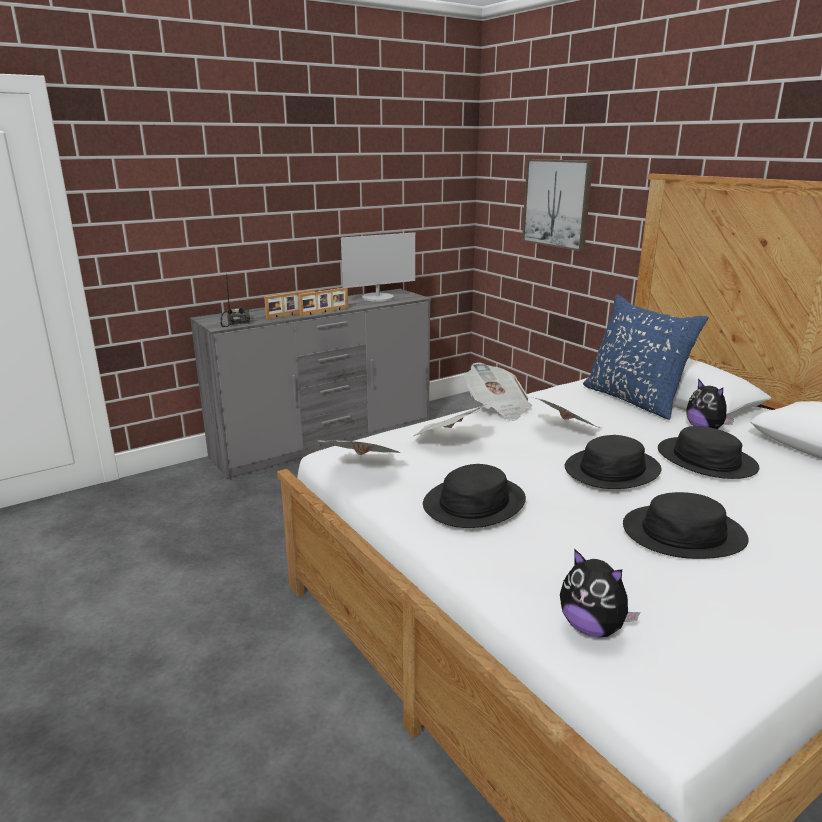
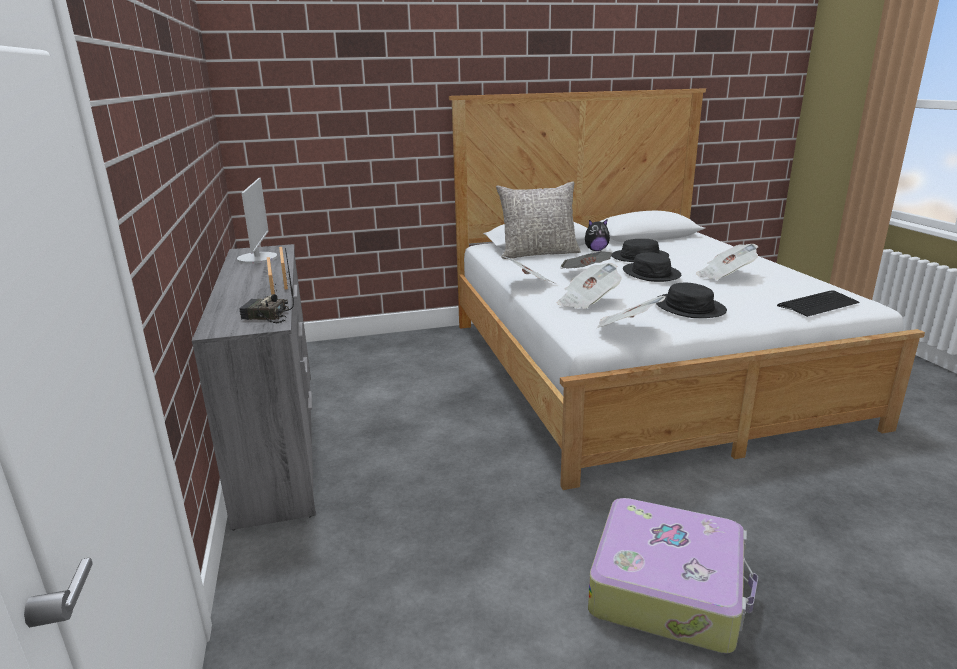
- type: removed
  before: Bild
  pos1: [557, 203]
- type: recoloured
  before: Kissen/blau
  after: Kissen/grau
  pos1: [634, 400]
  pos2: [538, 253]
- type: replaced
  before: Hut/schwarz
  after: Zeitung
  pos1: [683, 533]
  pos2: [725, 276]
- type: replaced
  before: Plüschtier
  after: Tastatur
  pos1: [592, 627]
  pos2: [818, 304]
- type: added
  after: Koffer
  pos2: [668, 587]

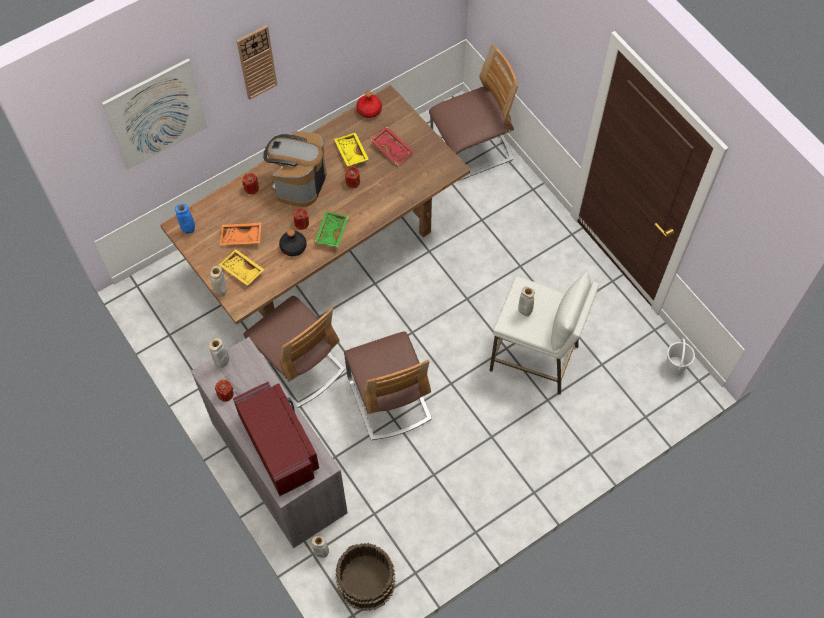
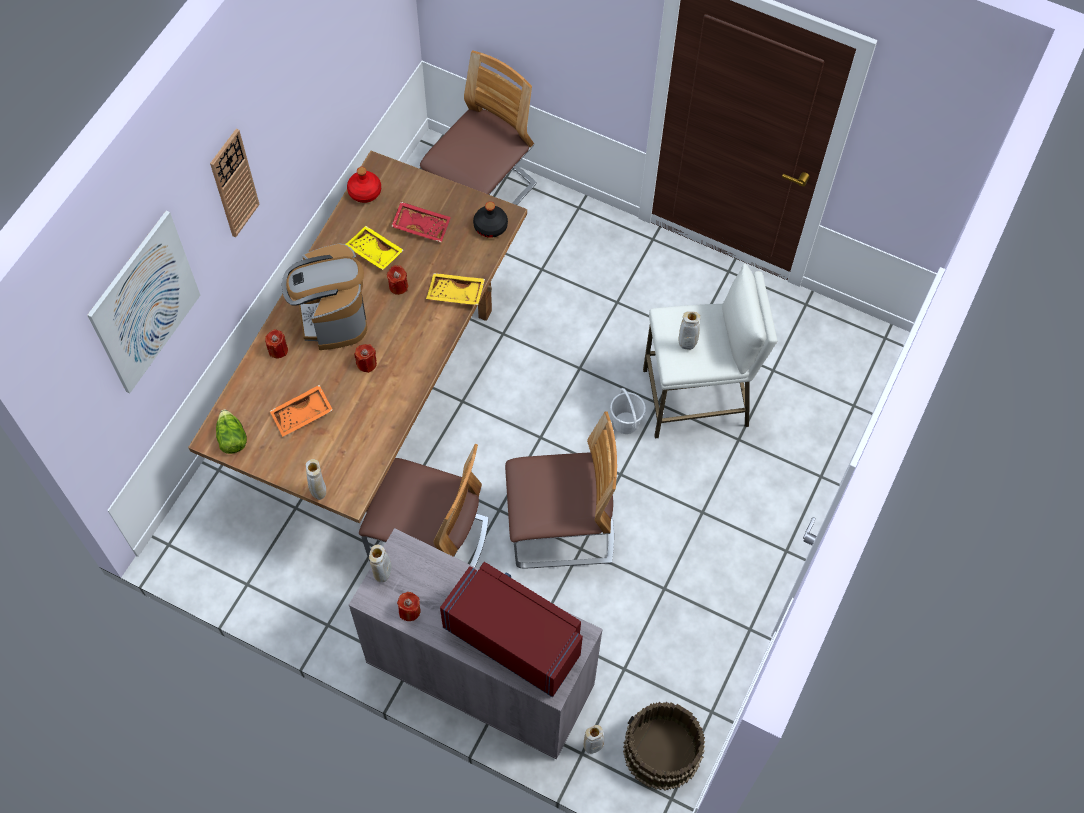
- type: replaced
  before: Vase/blau
  after: Salatkopf
  pos1: [189, 231]
  pos2: [231, 438]
- type: removed
  before: Tablett/grün
  pos1: [331, 232]
- type: moved
  before: Flasche/schwarz
  pos1: [293, 247]
  pos2: [490, 226]
- type: moved
  before: Tablett/gelb
  pos1: [241, 271]
  pos2: [455, 294]
- type: turned
  before: Stuhl
  pos1: [389, 398]
  pos2: [560, 527]
  turn: -45
- type: moved
  before: Eimer/weiß
  pos1: [675, 365]
  pos2: [626, 423]

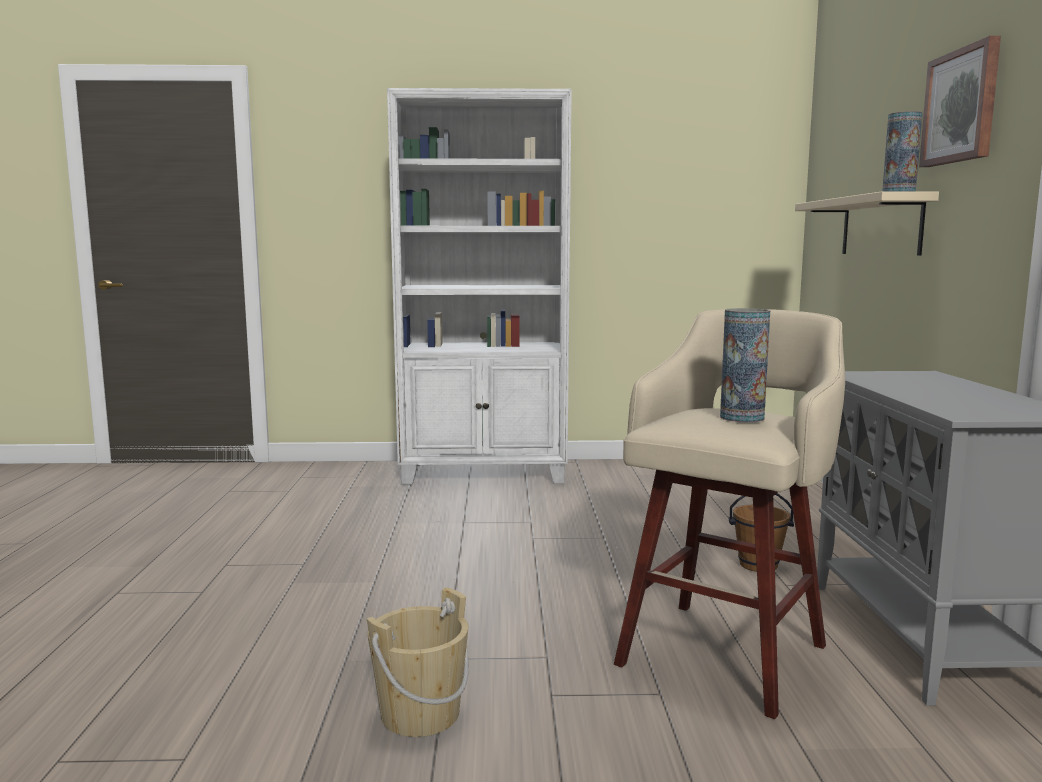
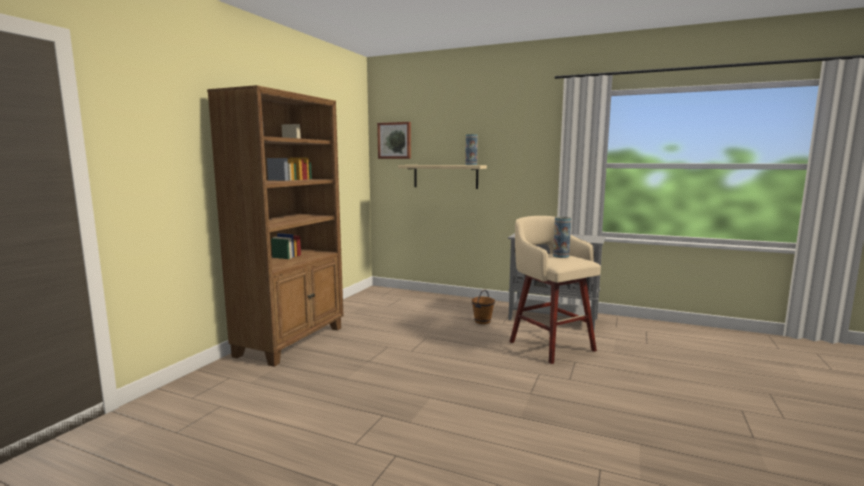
- type: moved
  before: Bild
  pos1: [962, 106]
  pos2: [394, 140]
- type: recoloured
  before: Bücherregal/weiß
  after: Bücherregal/braun
  pos1: [485, 473]
  pos2: [292, 341]
- type: removed
  before: Eimer/beige
  pos1: [420, 714]

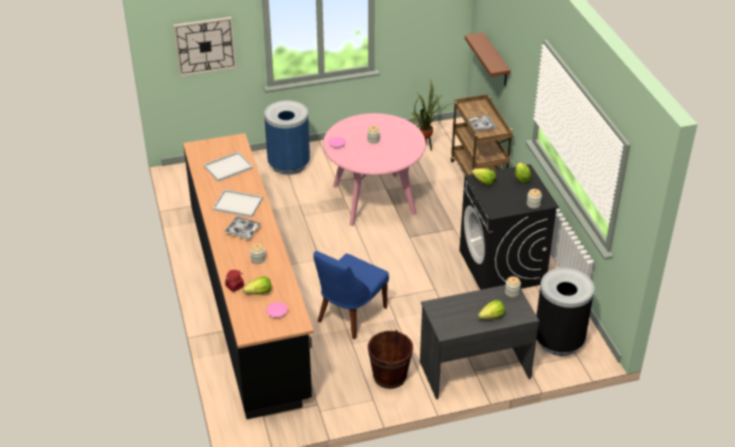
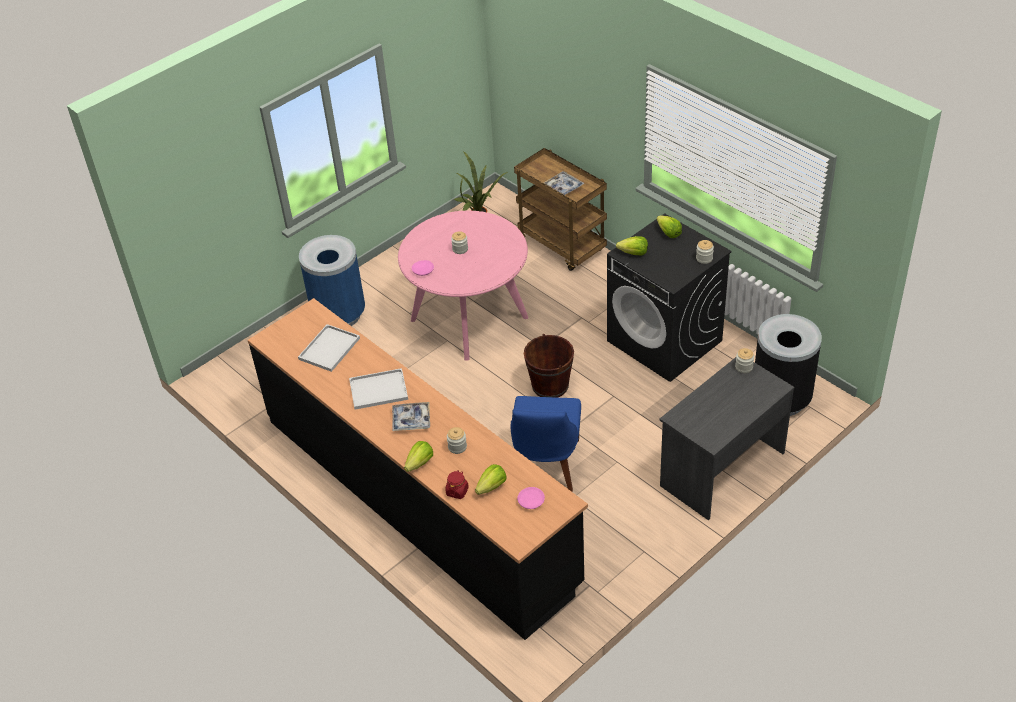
- type: removed
  before: Wanduhr
  pos1: [205, 46]
- type: removed
  before: Wandregal/braun
  pos1: [496, 60]
- type: moved
  before: Salatkopf
  pos1: [492, 317]
  pos2: [420, 463]
- type: moved
  before: Eimer/braun
  pos1: [389, 376]
  pos2: [550, 386]

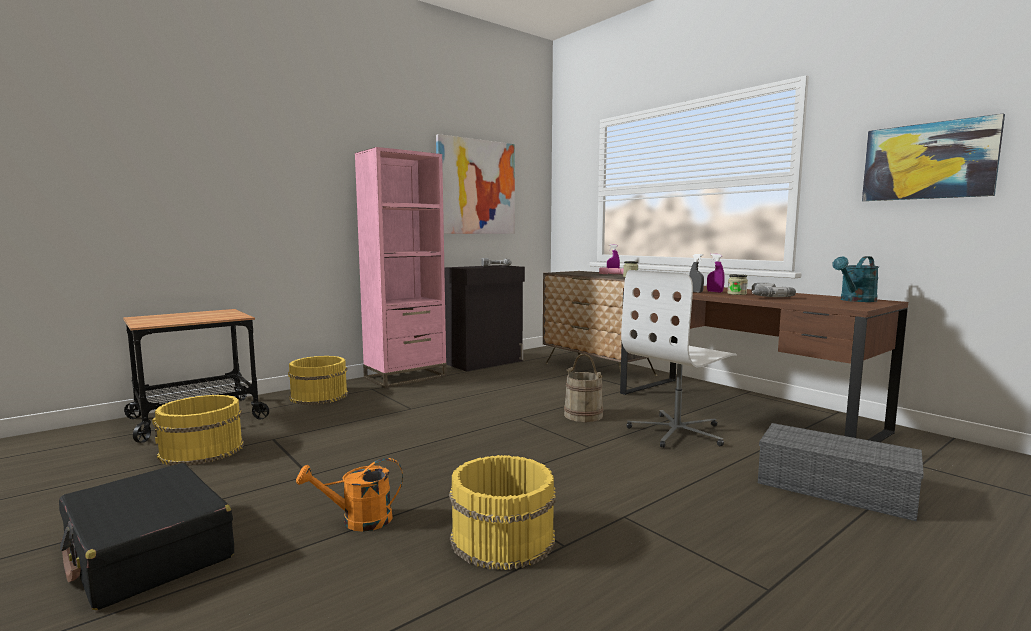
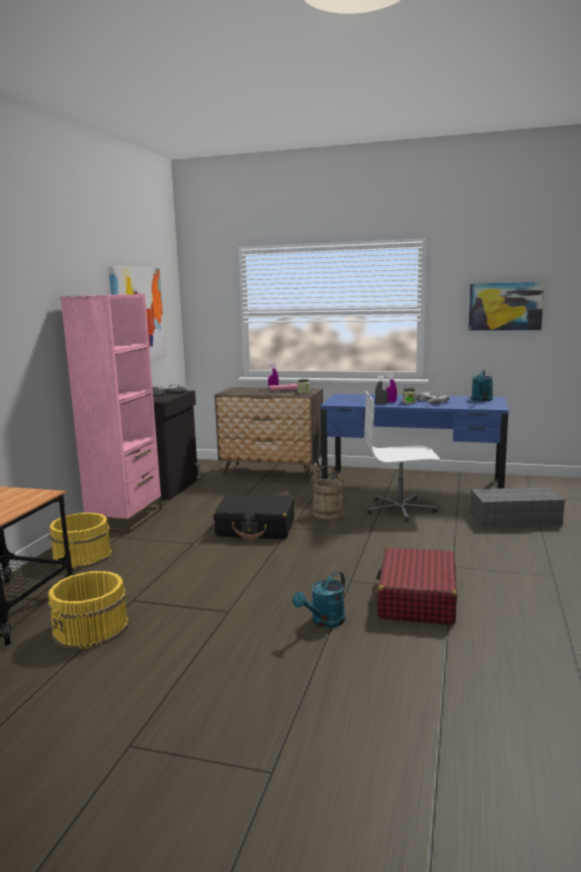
- type: turned
  before: Bürostuhl/weiß
  pos1: [677, 432]
  pos2: [400, 509]
  turn: 75
- type: recoloured
  before: Schreibtisch/braun
  after: Schreibtisch/blau
  pos1: [741, 411]
  pos2: [412, 485]
- type: replaced
  before: Eimer/gelb
  after: Koffer/rot
  pos1: [501, 538]
  pos2: [417, 599]
- type: recoloured
  before: Gießkanne/orange
  after: Gießkanne/türkis
  pos1: [358, 521]
  pos2: [324, 622]
- type: moved
  before: Koffer/schwarz
  pos1: [148, 552]
  pos2: [256, 528]

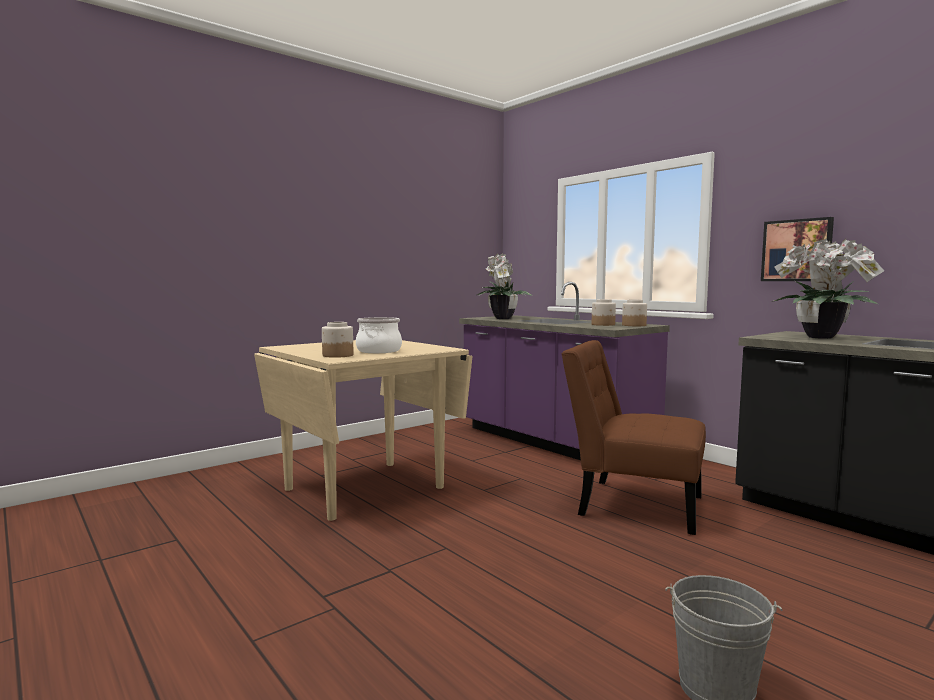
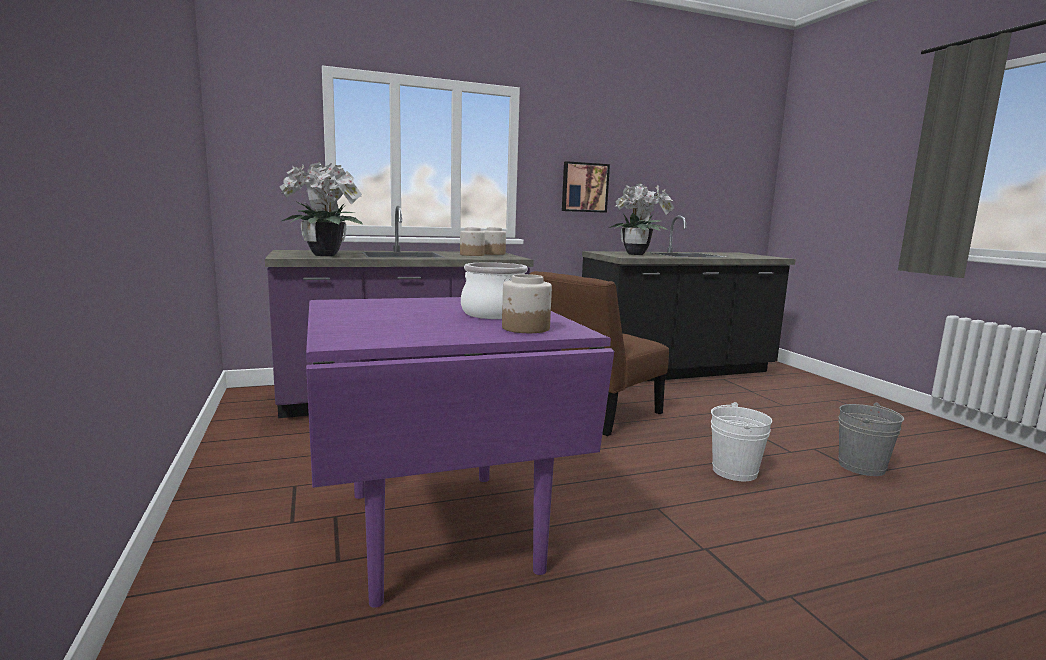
- type: recoloured
  before: Esstisch/beige
  after: Esstisch/lila
  pos1: [365, 488]
  pos2: [442, 529]
- type: added
  after: Eimer/weiß
  pos2: [734, 471]

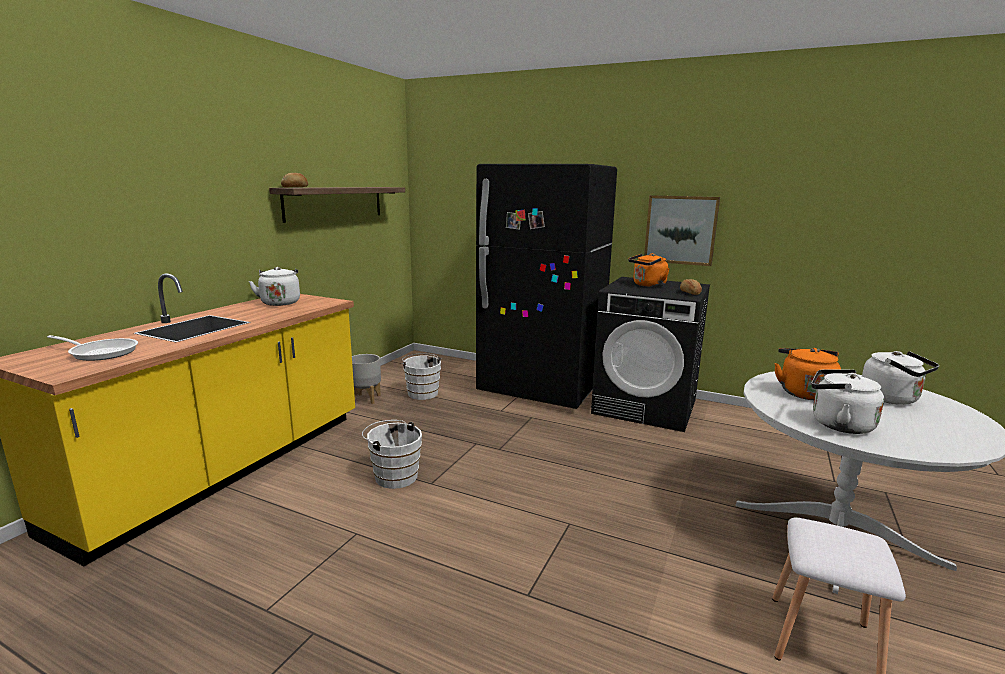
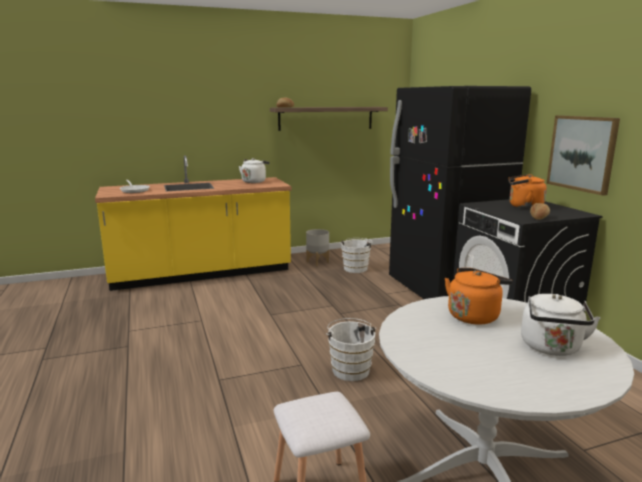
- type: removed
  before: Wasserkessel/weiß
  pos1: [837, 424]
- type: moved
  before: Eimer/weiß
  pos1: [394, 476]
  pos2: [350, 369]

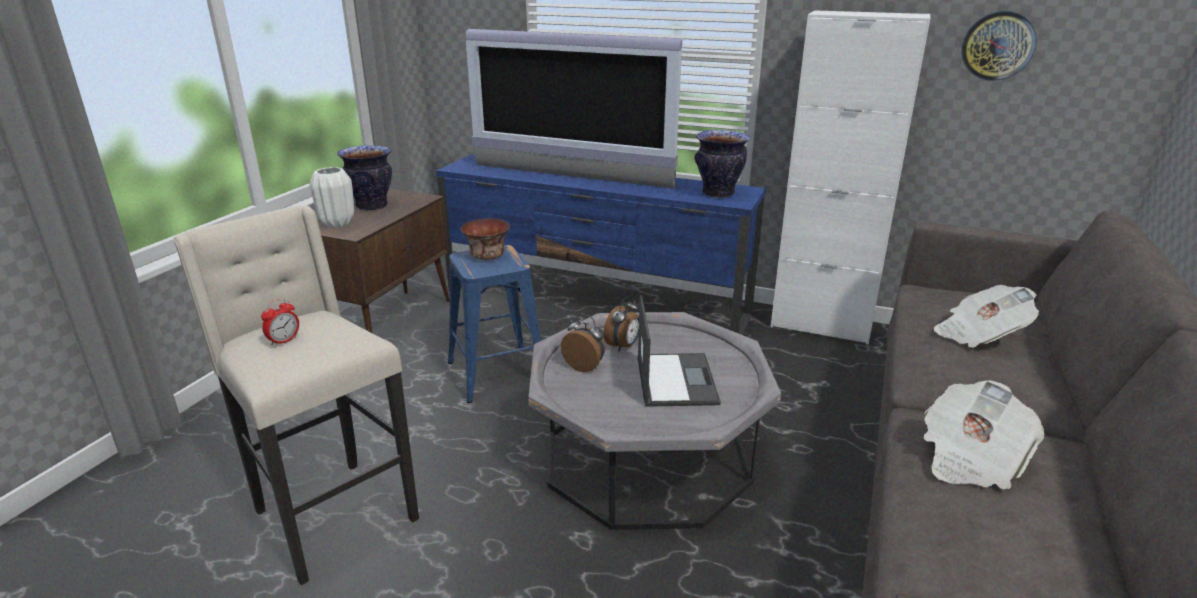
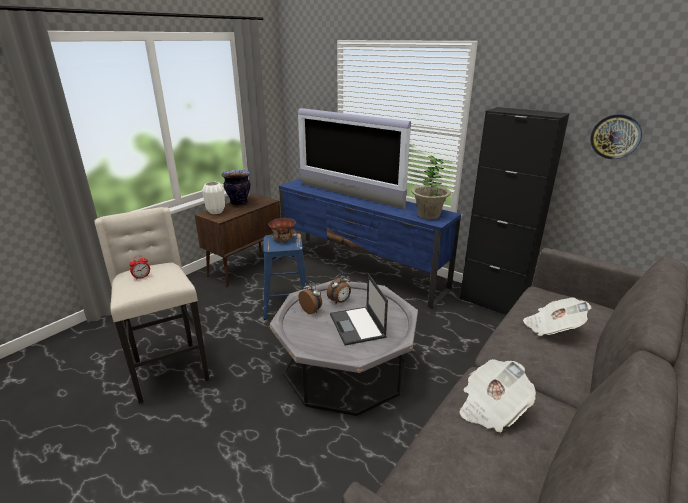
- type: recoloured
  before: Schrank/weiß
  after: Schrank/schwarz
  pos1: [820, 326]
  pos2: [492, 303]
- type: replaced
  before: Vase
  after: Topfpflanze
  pos1: [718, 194]
  pos2: [428, 215]
- type: turned
  before: Laptop
  pos1: [675, 379]
  pos2: [357, 326]
  turn: 150

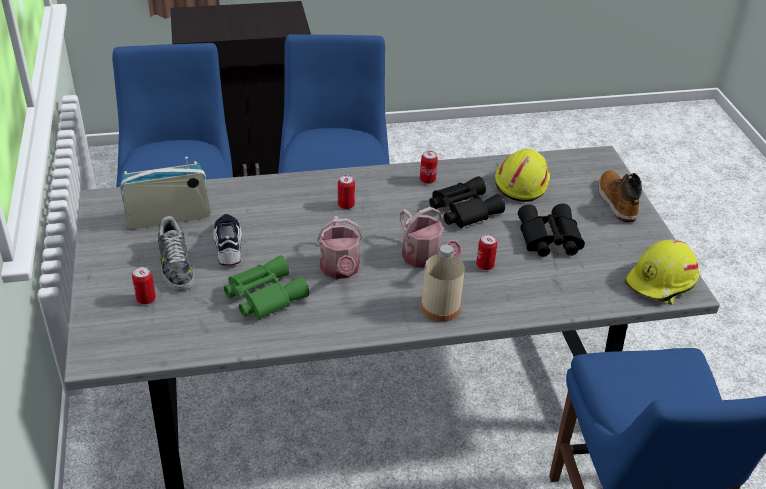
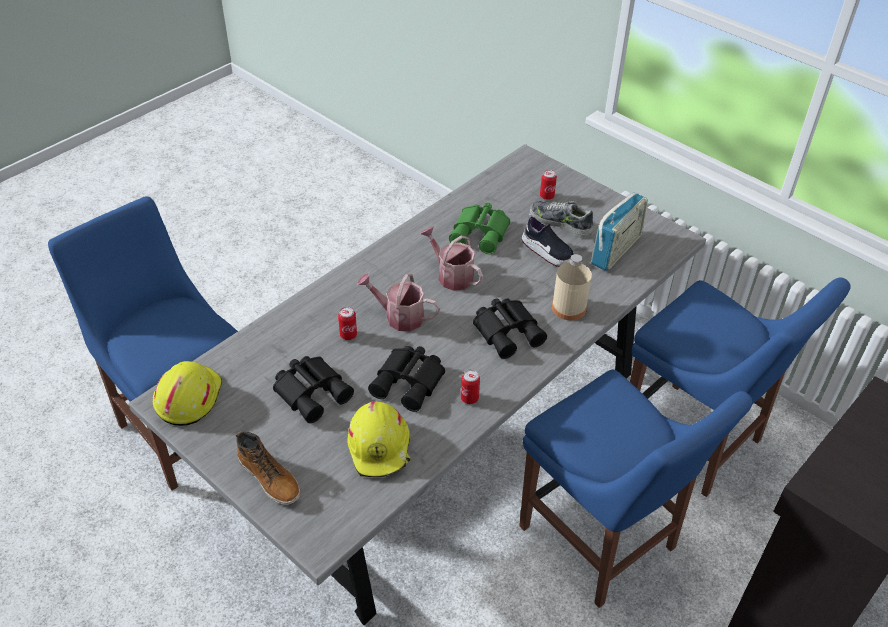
- type: replaced
  before: Dose
  after: Fernglas/schwarz
  pos1: [346, 205]
  pos2: [508, 331]
- type: moved
  before: Flasche/beige
  pos1: [440, 307]
  pos2: [569, 308]

